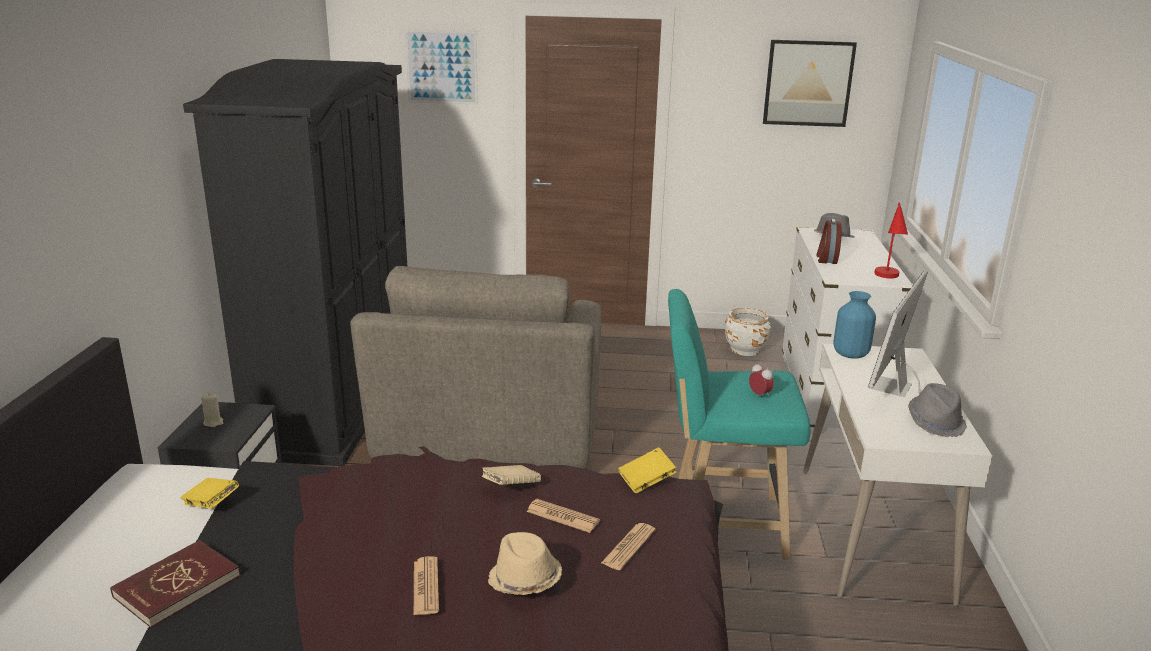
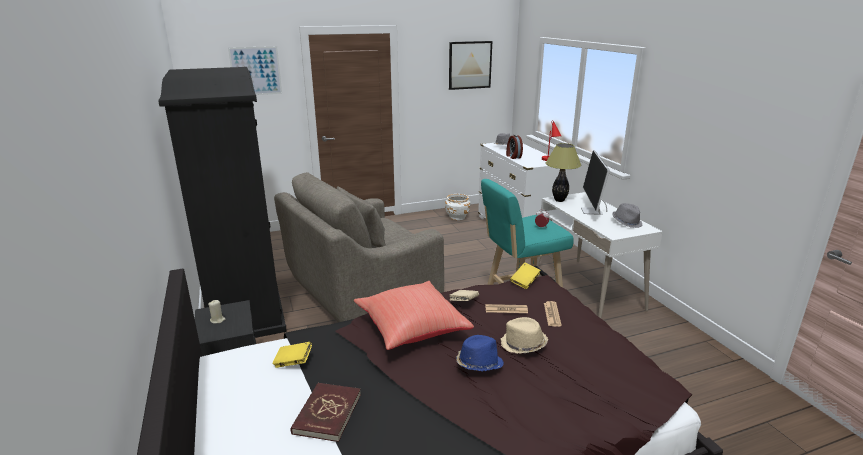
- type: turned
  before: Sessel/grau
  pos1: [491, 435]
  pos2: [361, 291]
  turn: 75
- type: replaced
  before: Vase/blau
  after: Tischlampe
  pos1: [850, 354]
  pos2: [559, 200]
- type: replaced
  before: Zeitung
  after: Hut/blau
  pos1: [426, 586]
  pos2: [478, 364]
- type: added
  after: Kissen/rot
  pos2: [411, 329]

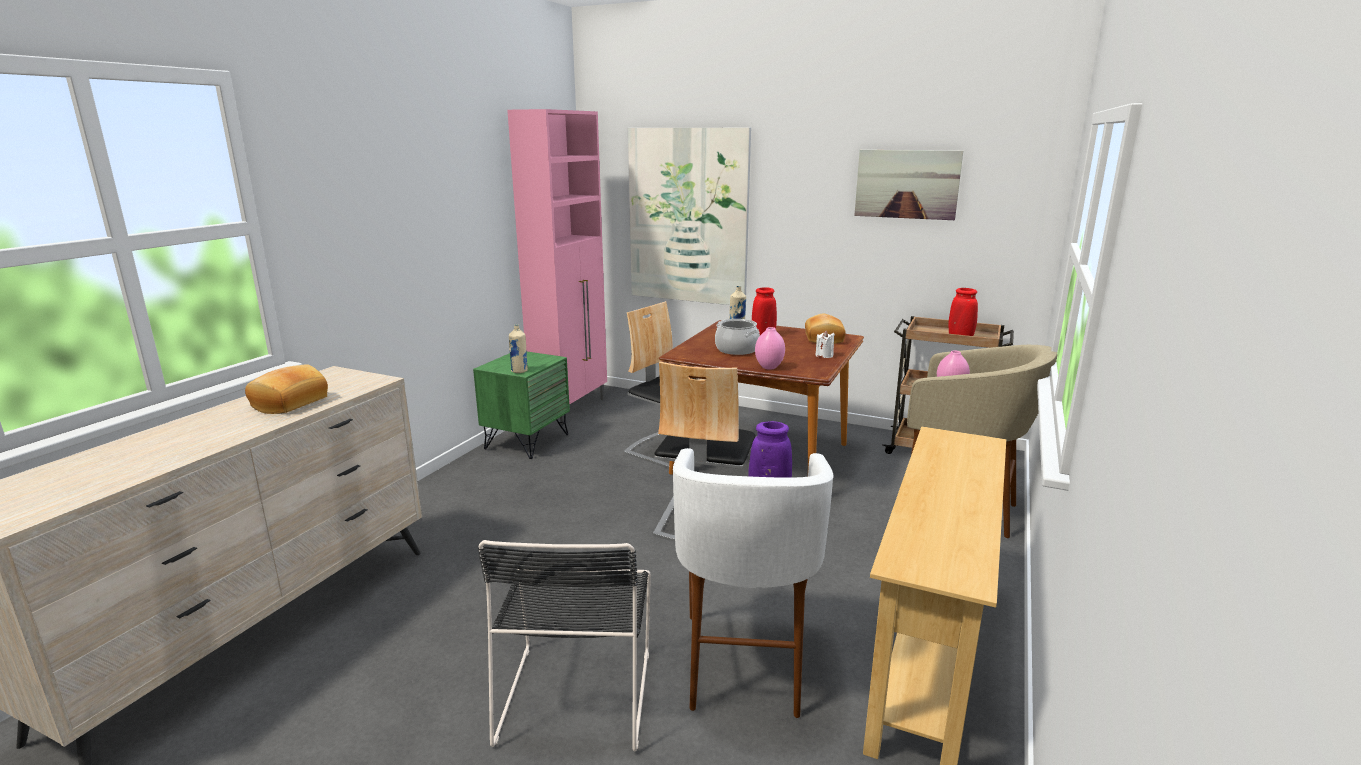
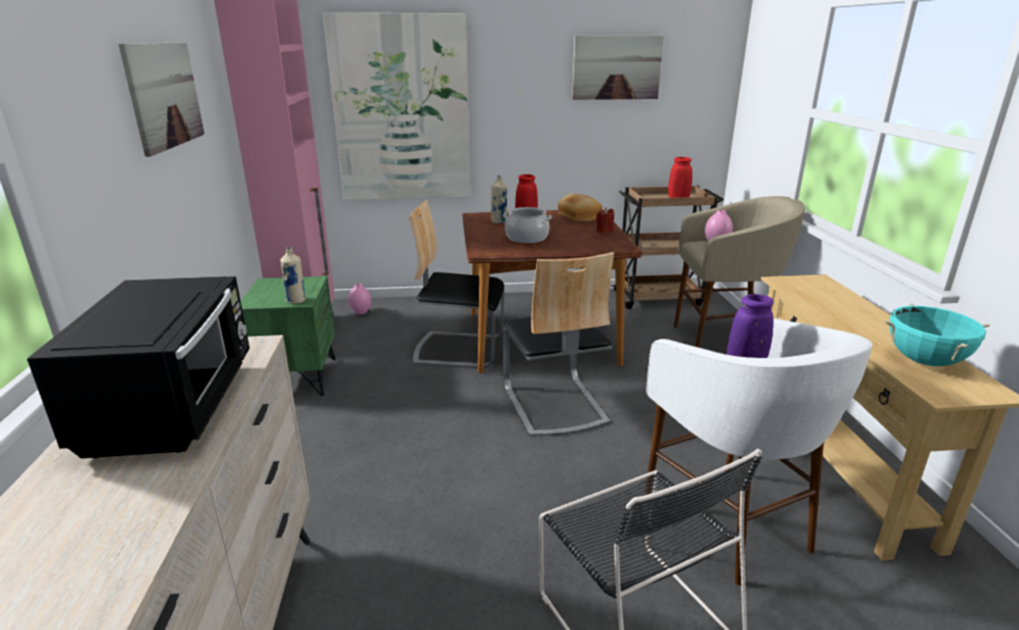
- type: moved
  before: Vase/rosa
  pos1: [769, 367]
  pos2: [361, 312]
- type: recoloured
  before: Kerze/weiß
  after: Kerze/rot
  pos1: [824, 356]
  pos2: [604, 231]
- type: replaced
  before: Brot
  after: Mikrowelle/schwarz
  pos1: [288, 403]
  pos2: [175, 406]
- type: added
  after: Bild
  pos2: [164, 95]
- type: added
  after: Kochtopf/türkis
  pos2: [924, 361]

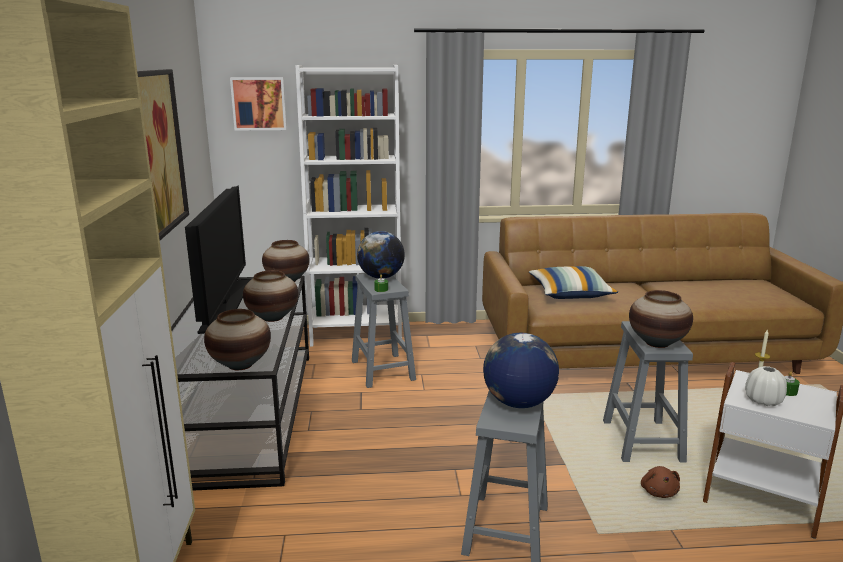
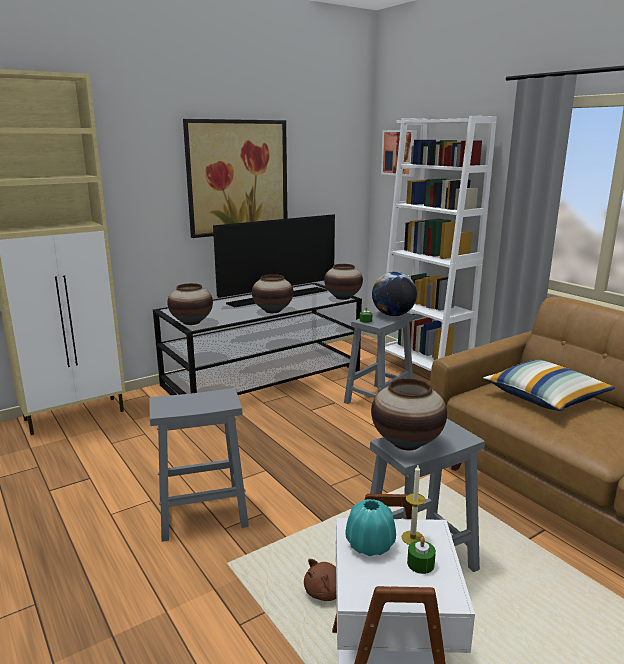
- type: removed
  before: Globus
  pos1: [518, 403]
- type: recoloured
  before: Vase/weiß
  after: Vase/türkis
  pos1: [763, 401]
  pos2: [370, 545]

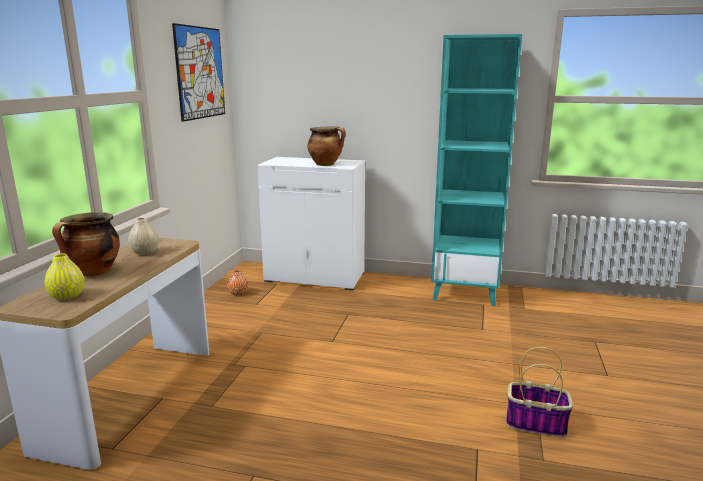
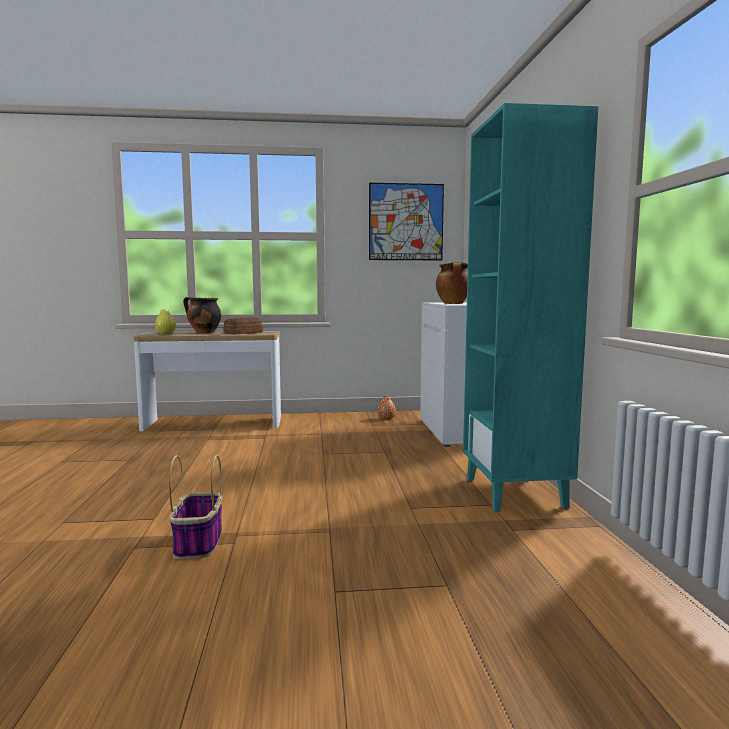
- type: replaced
  before: Vase/beige
  after: Brot
  pos1: [145, 252]
  pos2: [244, 333]

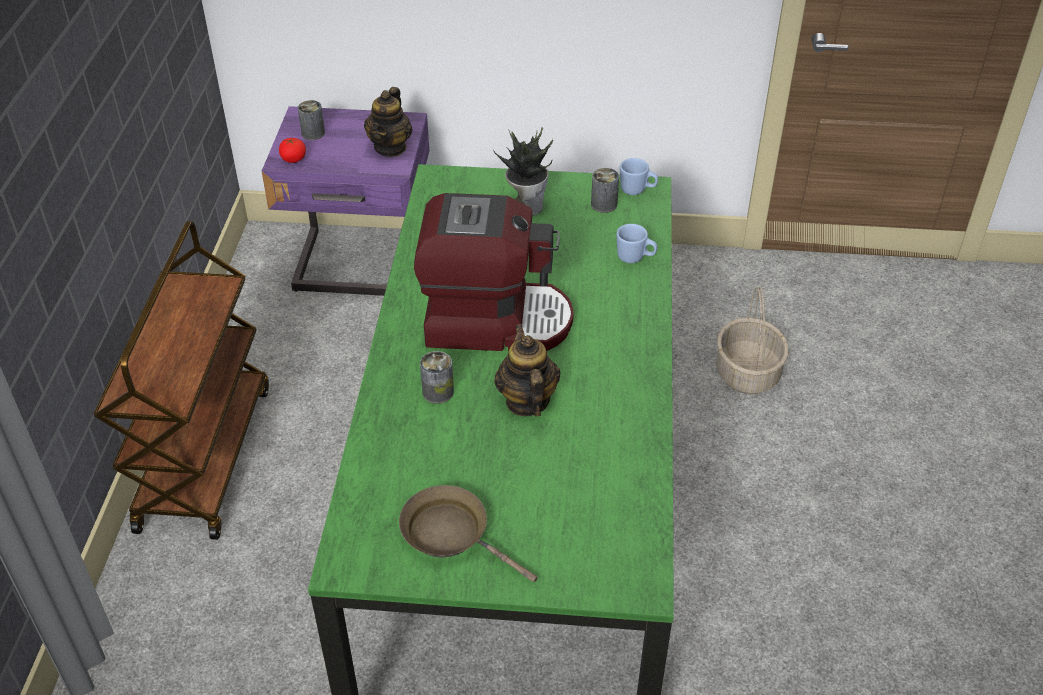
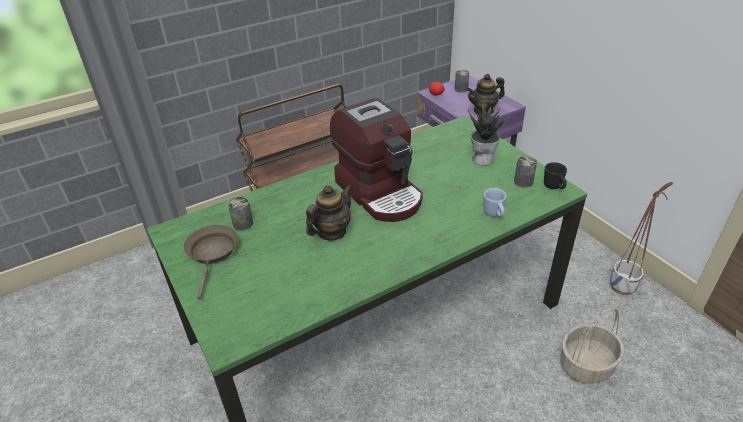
- type: recoloured
  before: Henkelbecher/blau
  after: Henkelbecher/schwarz
  pos1: [637, 190]
  pos2: [554, 187]
- type: moved
  before: Dose
  pos1: [438, 392]
  pos2: [243, 224]
- type: added
  after: Pflanzkübel
  pos2: [622, 286]

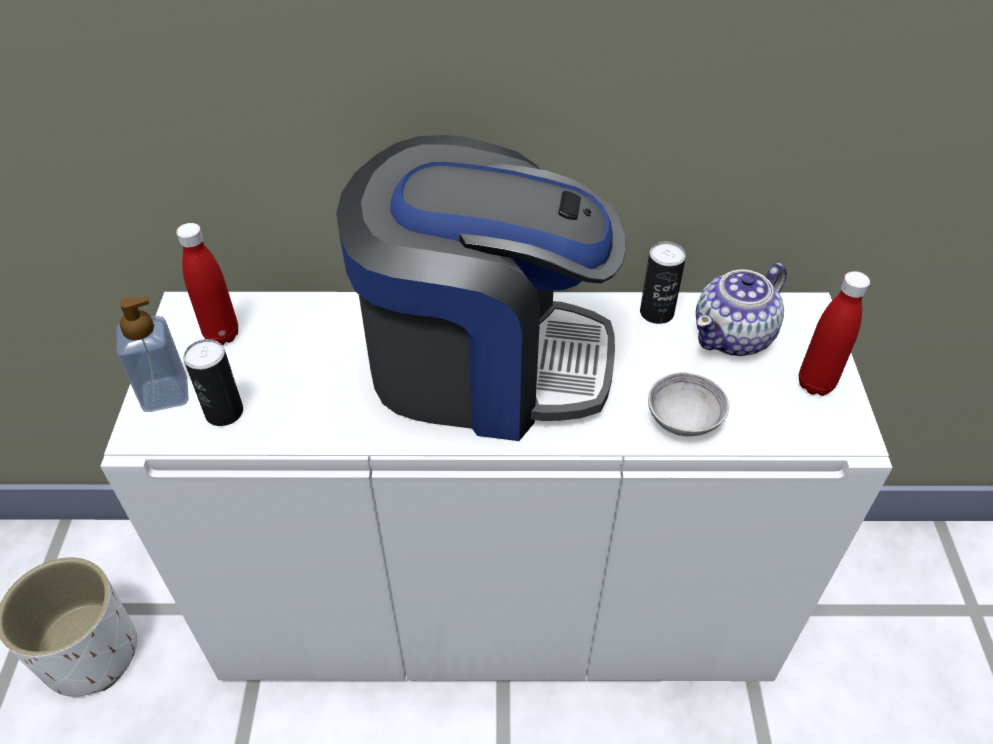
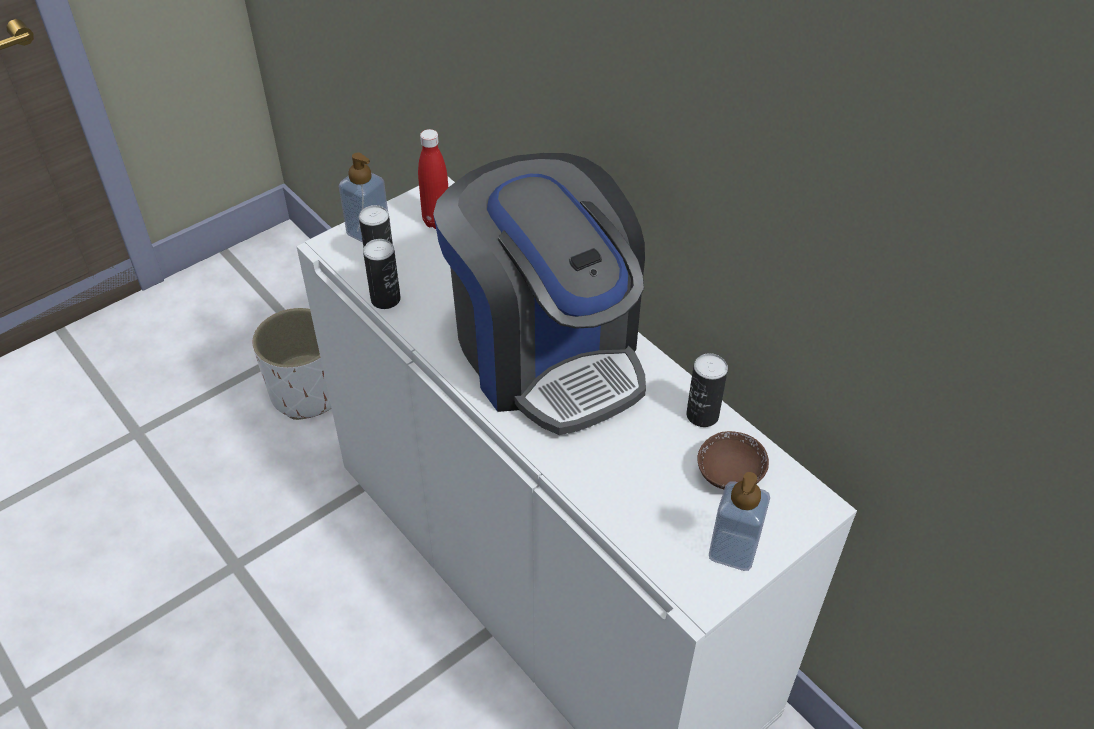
- type: replaced
  before: Teekanne
  after: Schüssel/braun
  pos1: [734, 336]
  pos2: [730, 474]
- type: replaced
  before: Flasche/rot
  after: Seifenspender
  pos1: [815, 384]
  pos2: [733, 550]
- type: removed
  before: Schüssel/grau
  pos1: [684, 419]
- type: added
  after: Dose
  pos2: [385, 299]

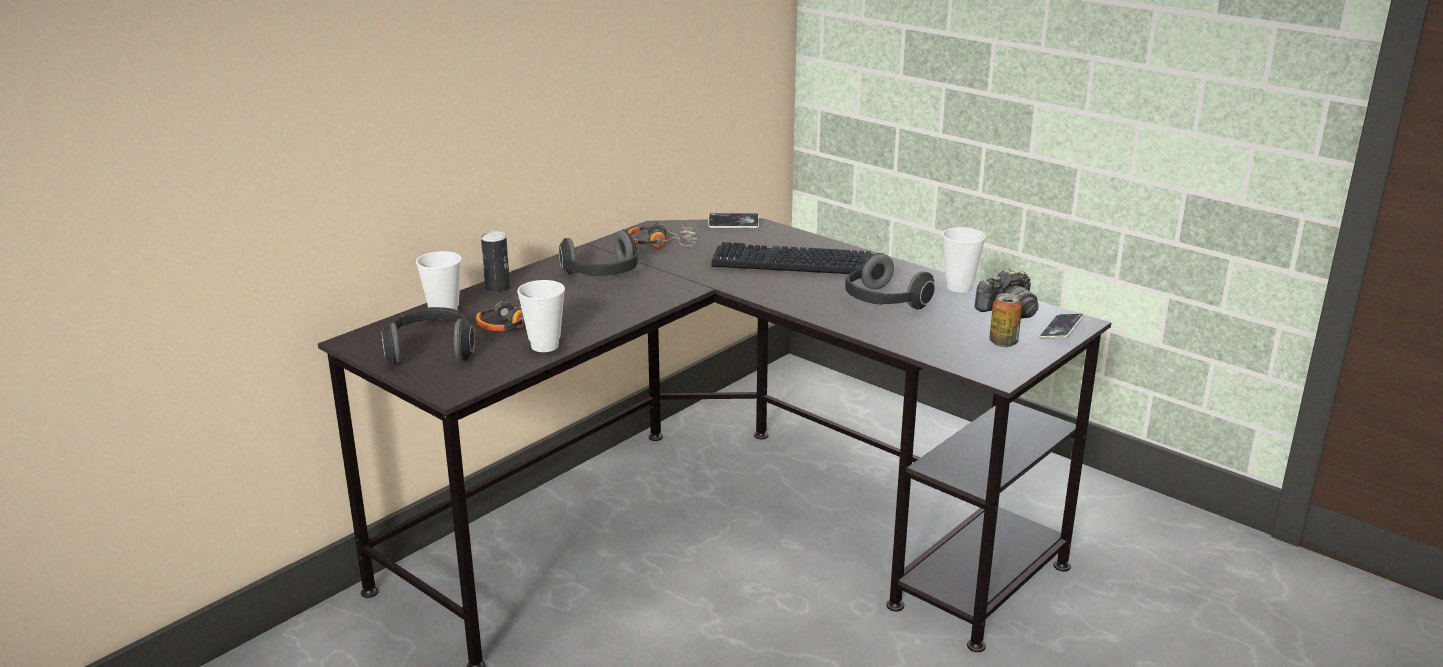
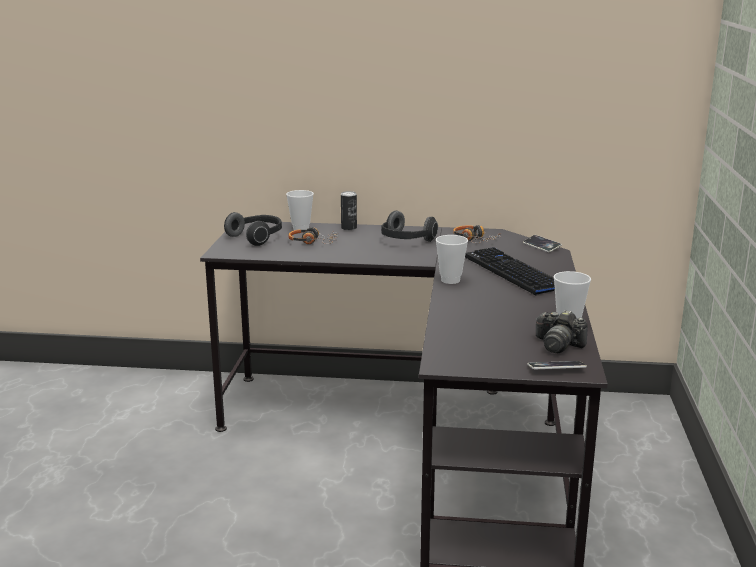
- type: removed
  before: Kopfhörer
  pos1: [883, 302]
- type: moved
  before: Tasse
  pos1: [545, 346]
  pos2: [450, 280]
- type: removed
  before: Dose
  pos1: [1003, 342]

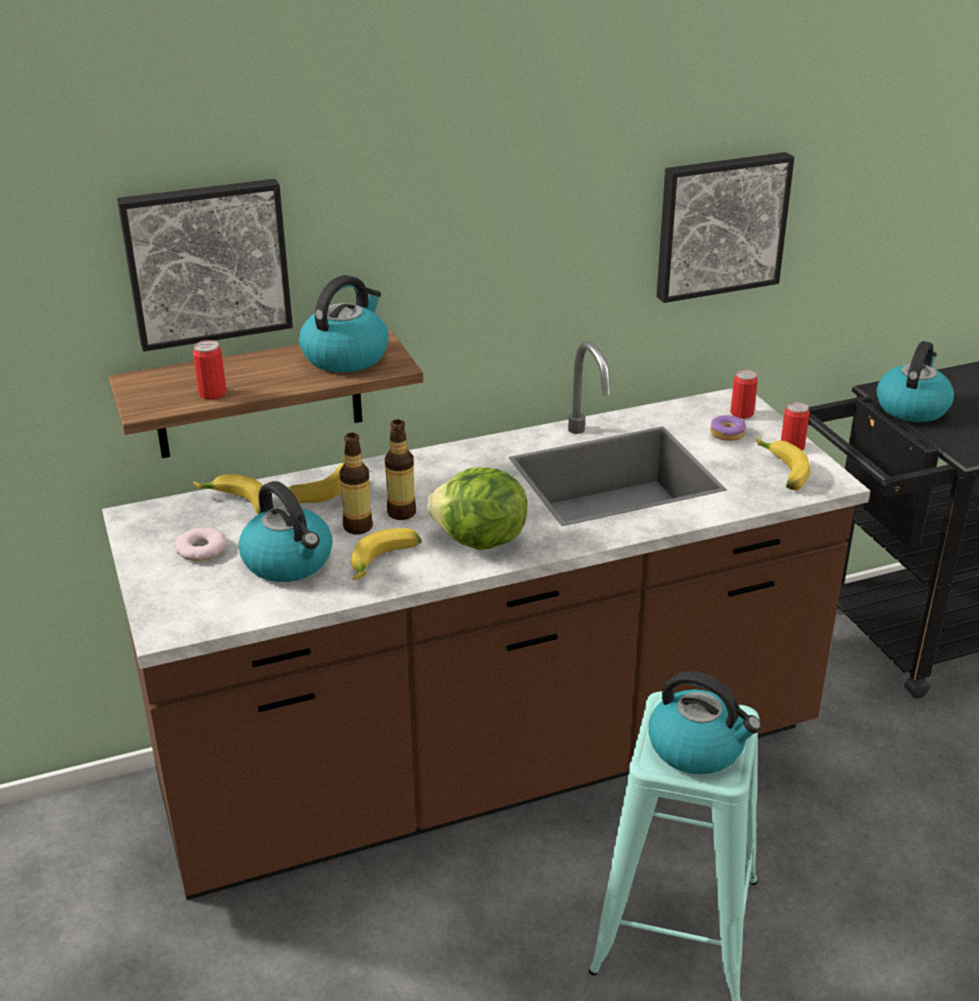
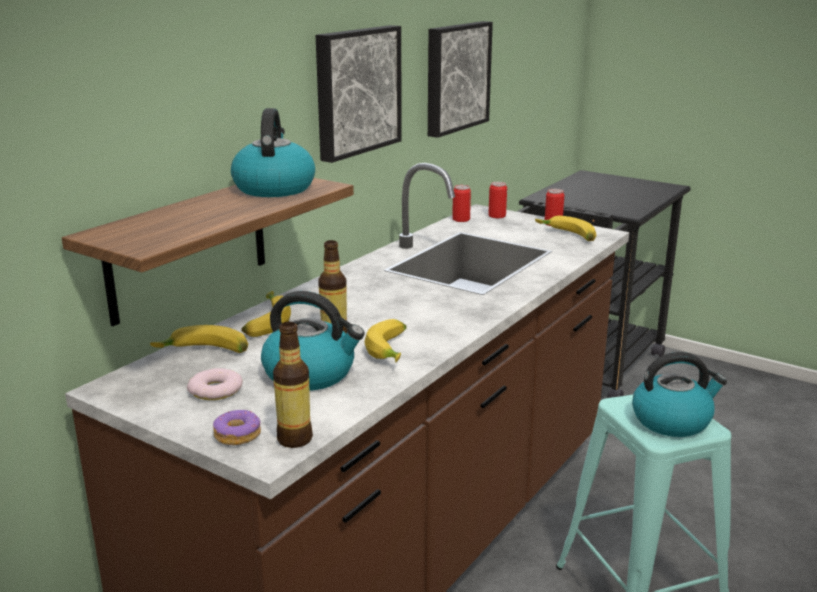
- type: moved
  before: Bild
  pos1: [206, 262]
  pos2: [355, 91]
- type: moved
  before: Dose
  pos1: [212, 393]
  pos2: [461, 219]
- type: removed
  before: Wasserkessel
  pos1: [912, 407]
- type: moved
  before: Donut
  pos1: [727, 434]
  pos2: [237, 435]
- type: moved
  before: Flasche
  pos1: [401, 513]
  pos2: [294, 439]
- type: removed
  before: Salatkopf
  pos1: [480, 541]

